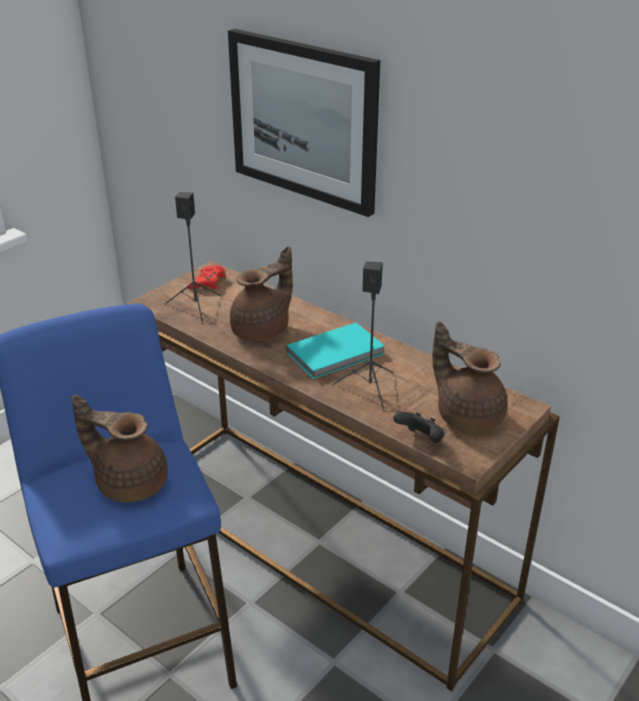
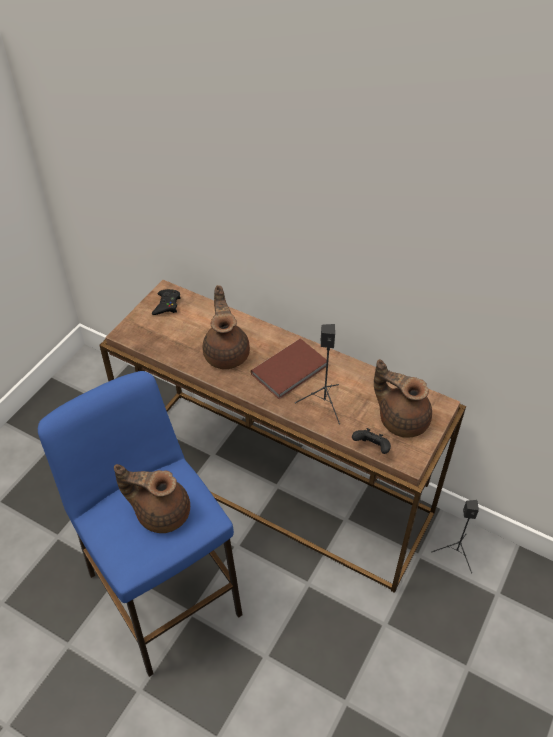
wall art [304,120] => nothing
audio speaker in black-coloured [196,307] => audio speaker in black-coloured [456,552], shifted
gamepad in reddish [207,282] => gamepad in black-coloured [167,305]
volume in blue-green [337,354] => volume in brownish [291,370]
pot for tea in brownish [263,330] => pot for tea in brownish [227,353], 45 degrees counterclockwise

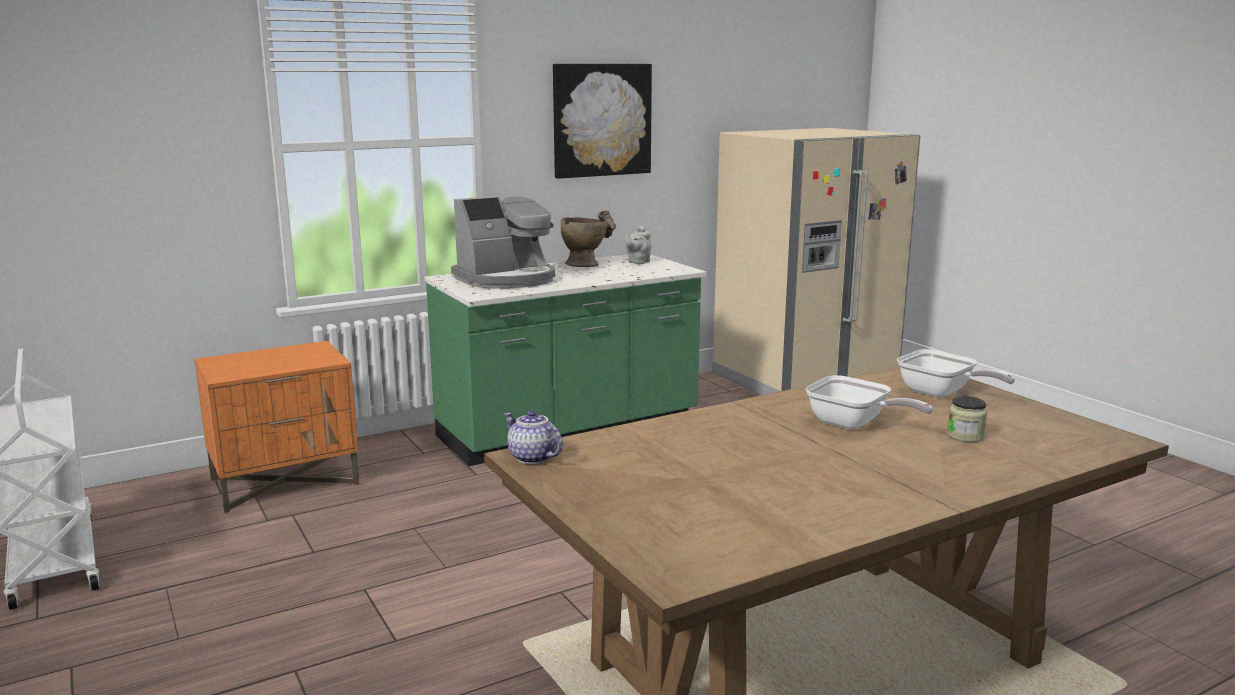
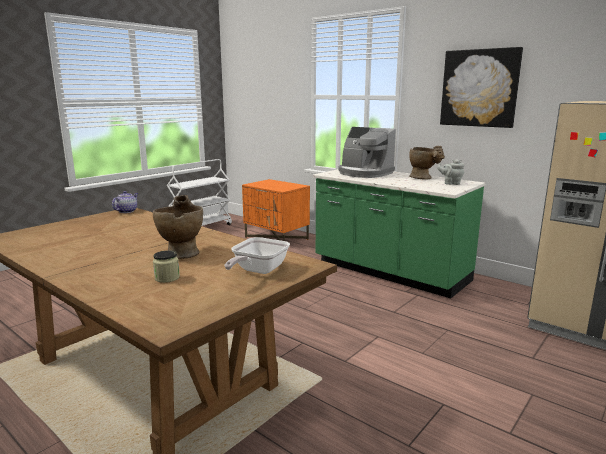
pan [854,424] => decorative vase in beige [182,253]

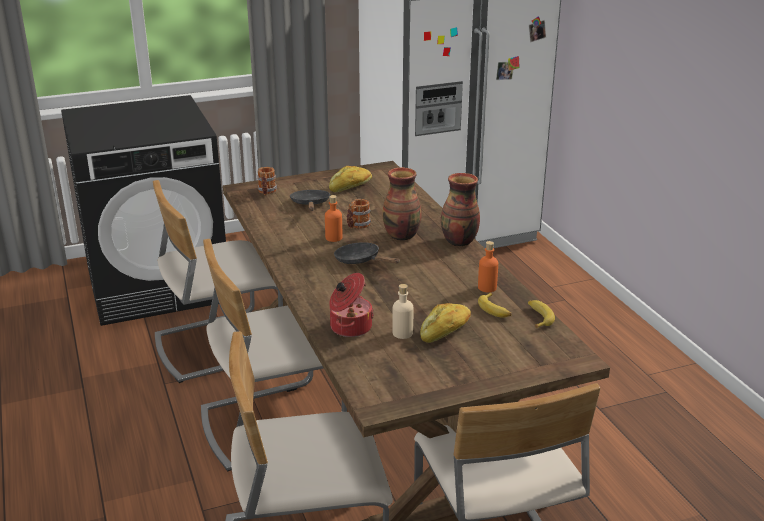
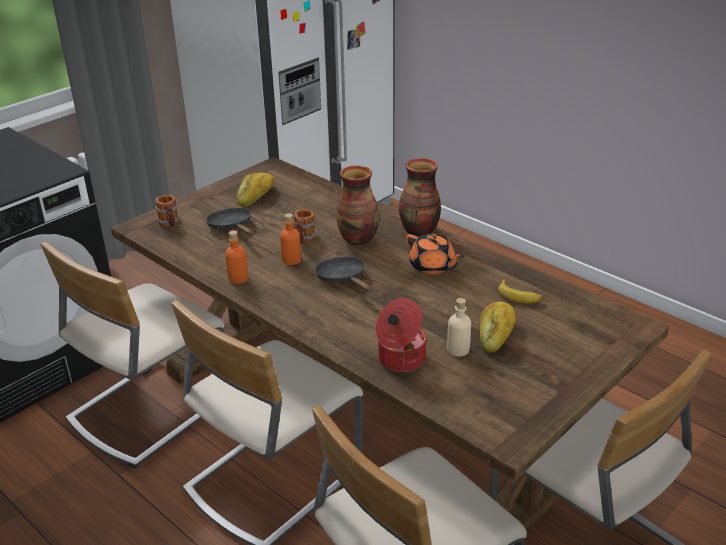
whole banana [538,317] => nothing
nothing => pot for tea in orange-coloured [432,267]
beverage bottle in orange-coloured [487,287] => beverage bottle in orange-coloured [238,278], shifted
pan in black-coloured [361,261] => pan in black-coloured [343,279], 45 degrees clockwise

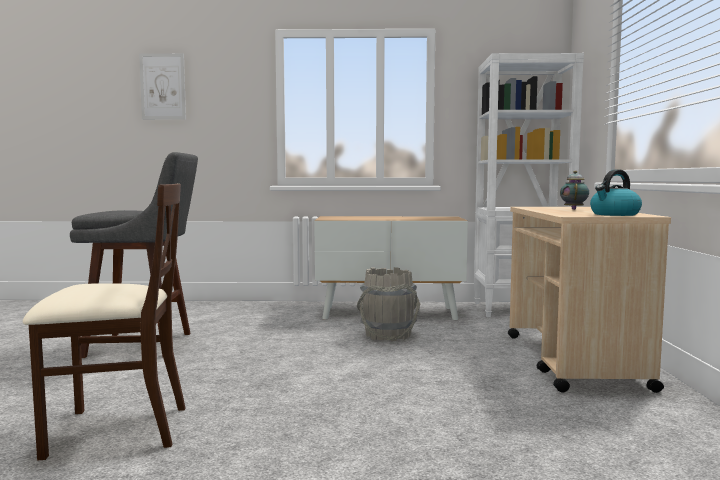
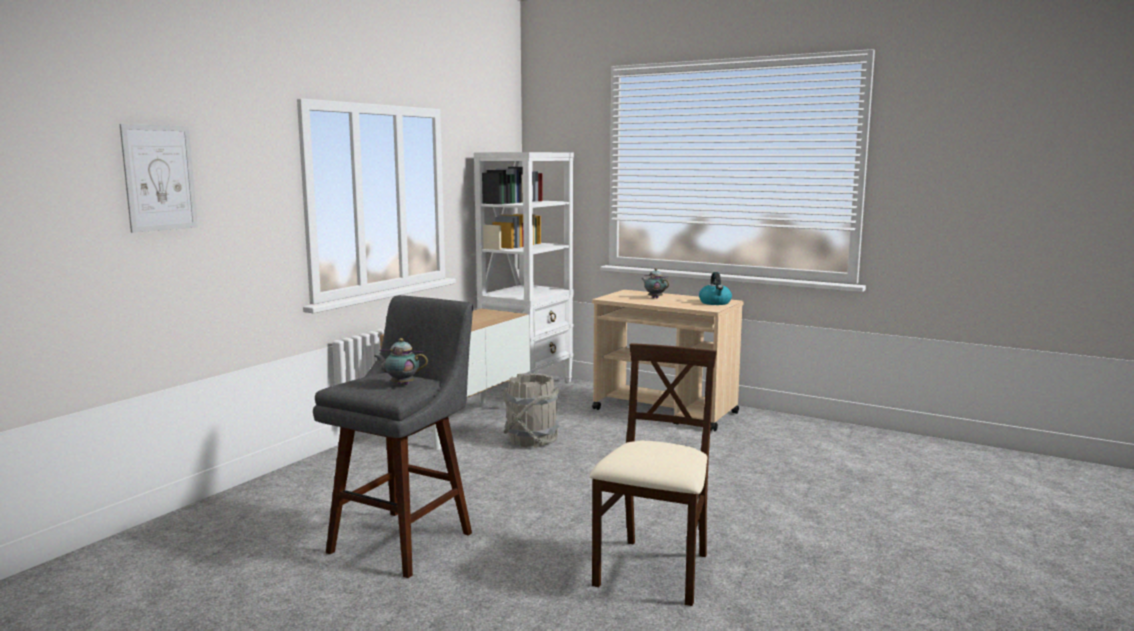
nothing => pot for tea [401,384]

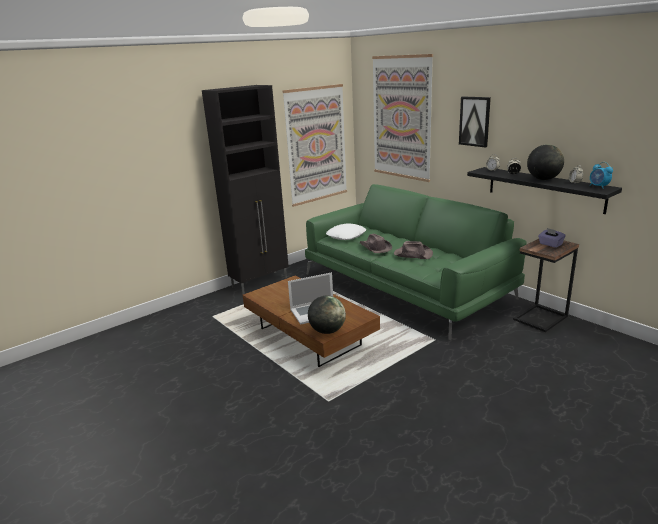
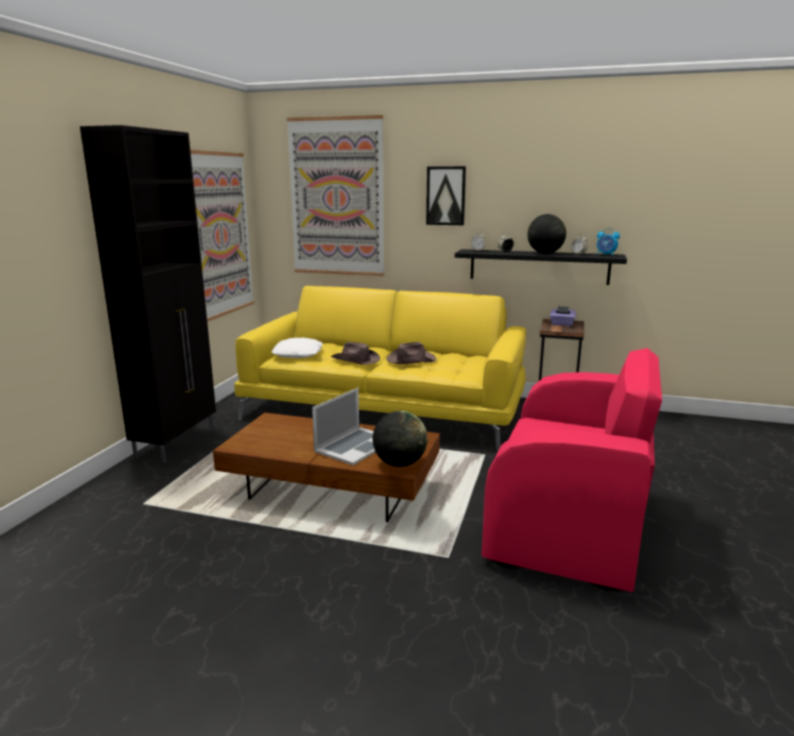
nothing => armchair in pinkish [569,525]
settee in green [406,286] => settee in yellow-coloured [386,409]

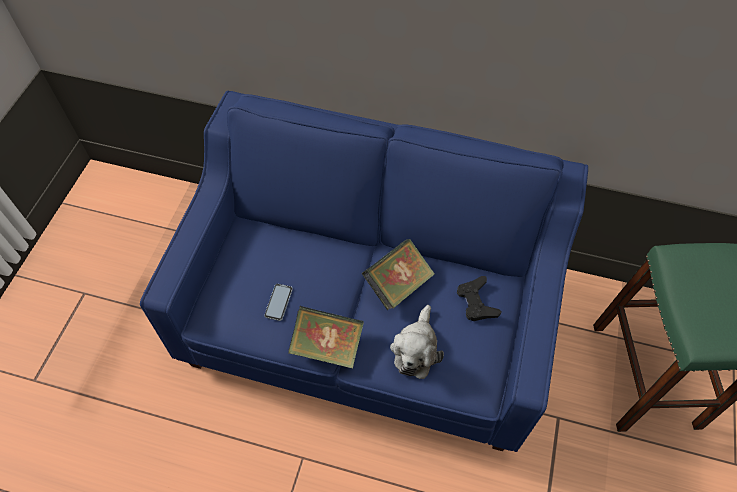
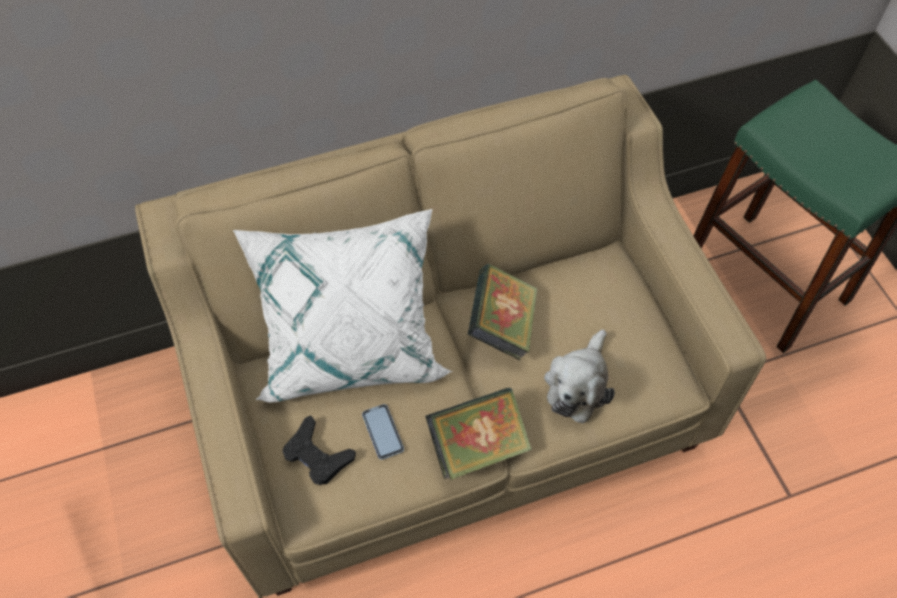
nothing => cushion in white-coloured [352,348]
gamepad in black-coloured [476,302] => gamepad in black-coloured [317,455], shifted
settee in bluish [368,318] => settee in beige [448,399]
plush toy [416,349] => plush toy [578,384], 45 degrees clockwise

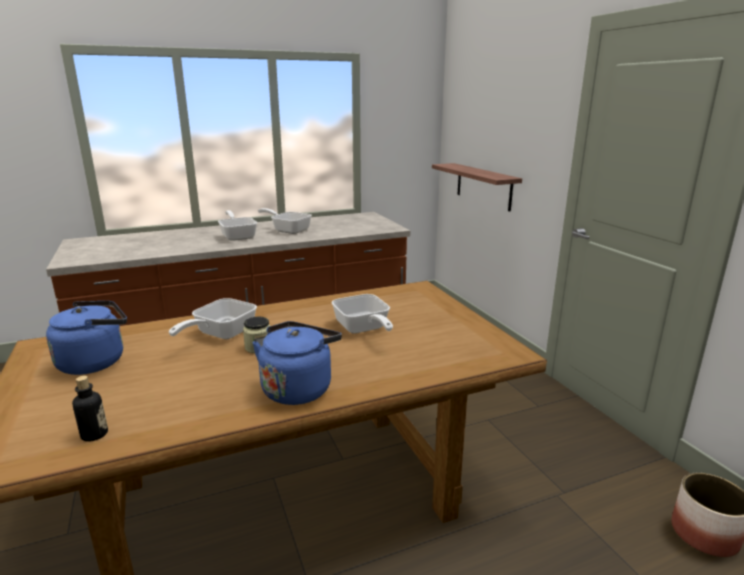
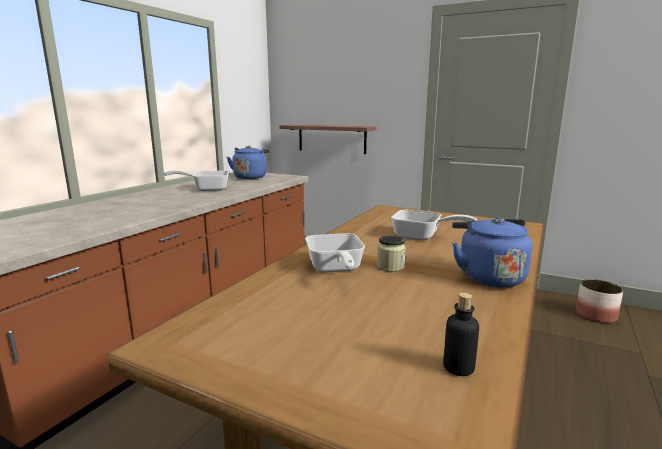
pan [238,236] => nothing
water kettle in bluish [96,361] => water kettle in bluish [250,177], shifted

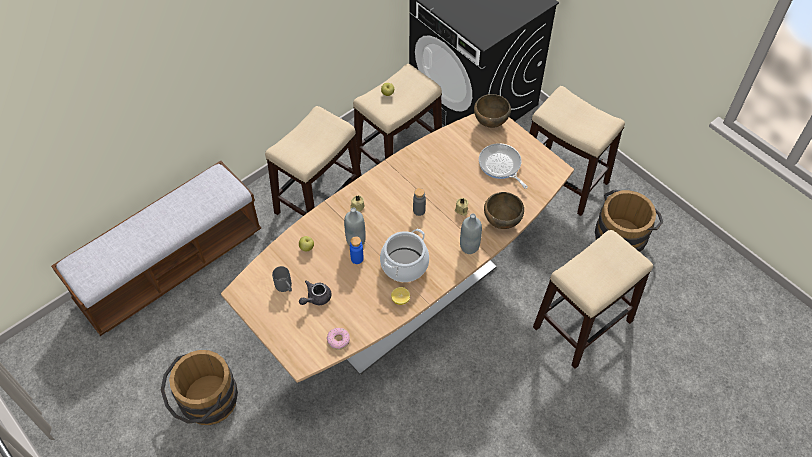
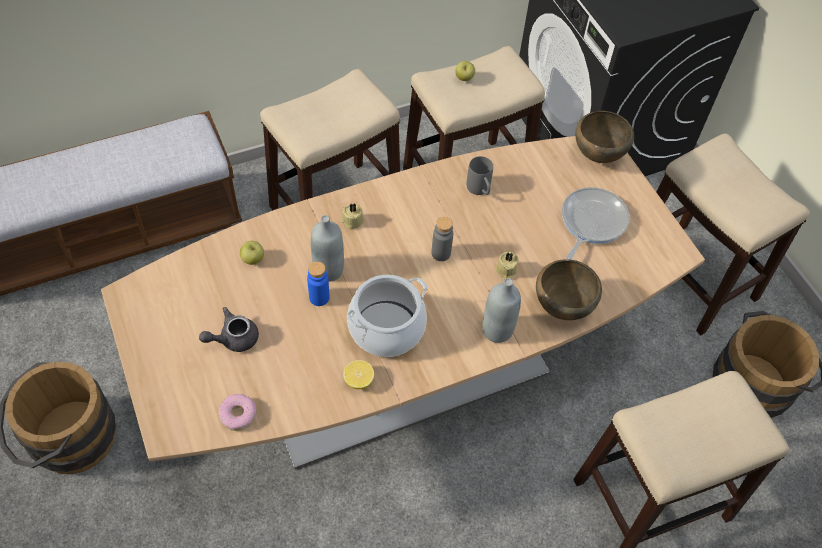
coffee mug in gray [285,287] => coffee mug in gray [480,190], shifted
pan [501,166] => pan [591,222], 45 degrees clockwise

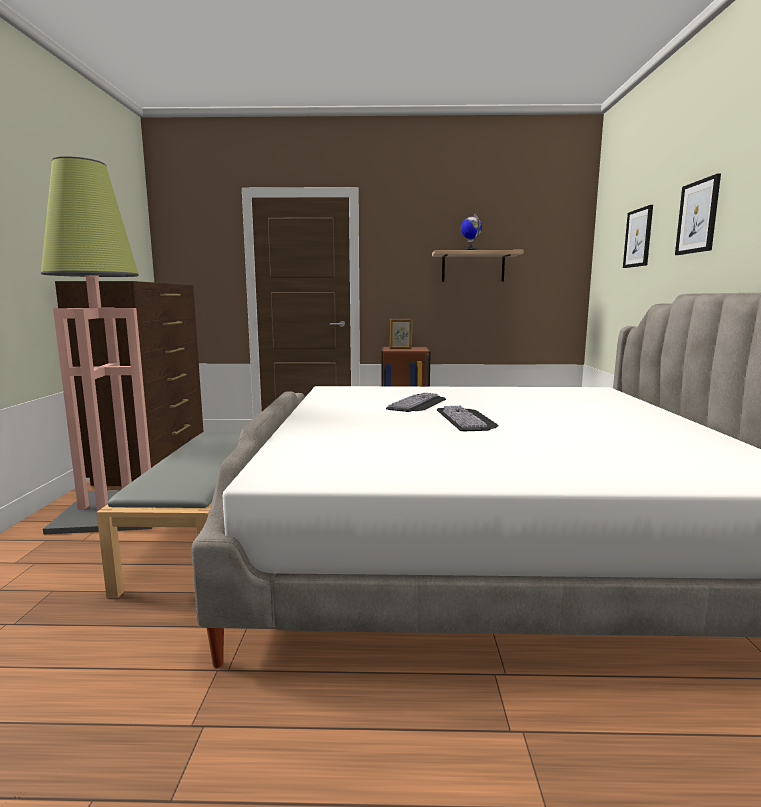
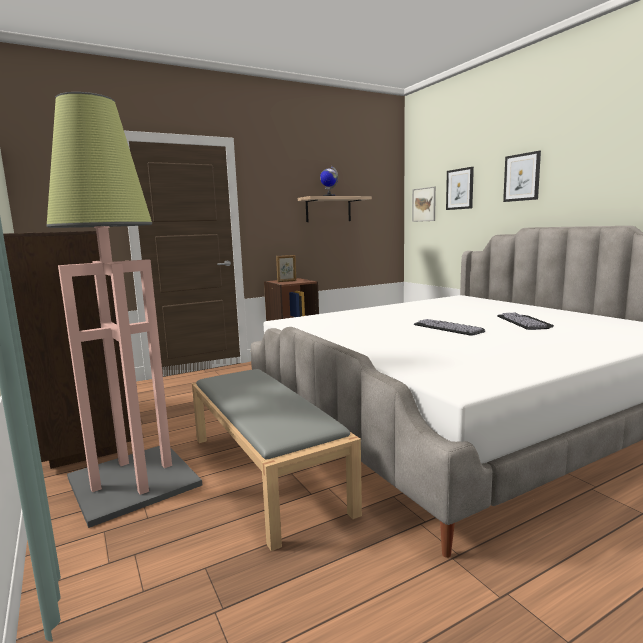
nothing => wall art [424,204]
PC keyboard [419,404] => PC keyboard [526,322], shifted

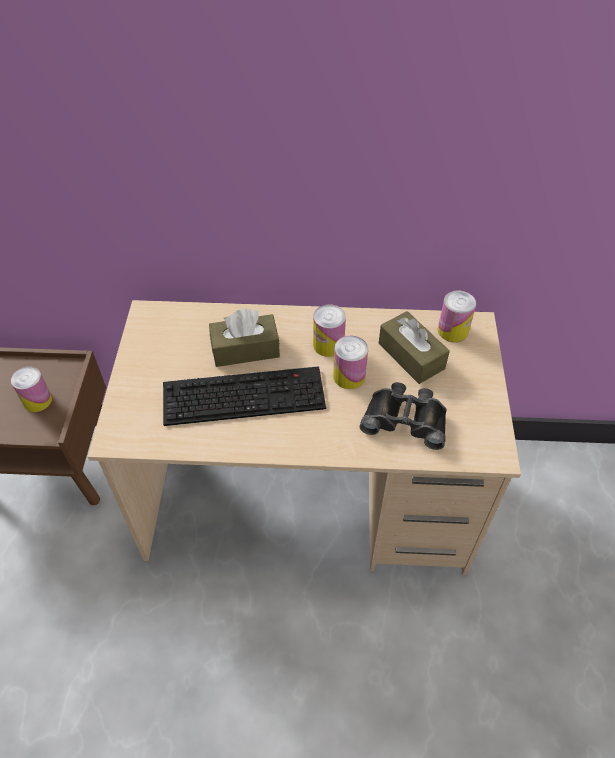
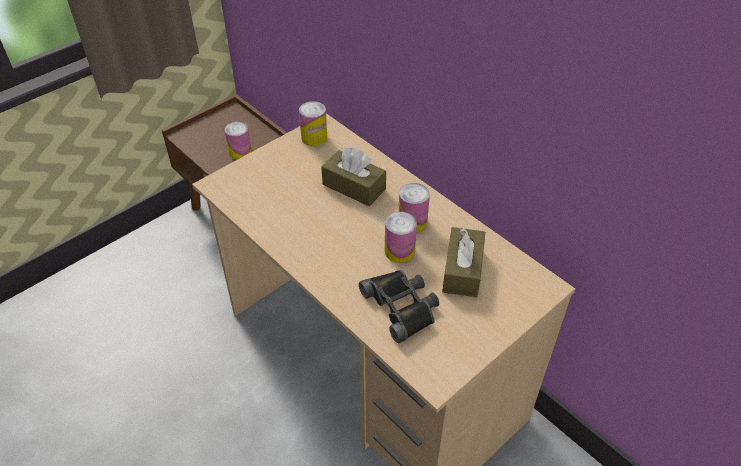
PC keyboard [245,394] => nothing
sealed can [452,330] => sealed can [314,137], shifted

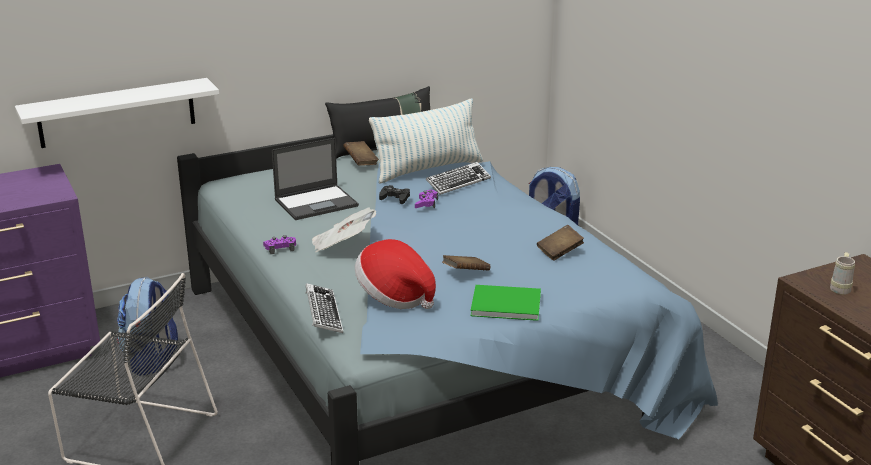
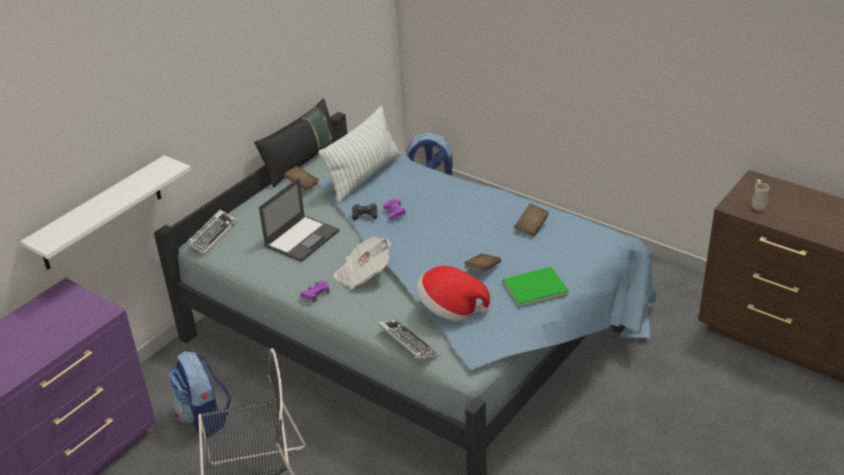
PC keyboard [458,182] => PC keyboard [212,235], shifted

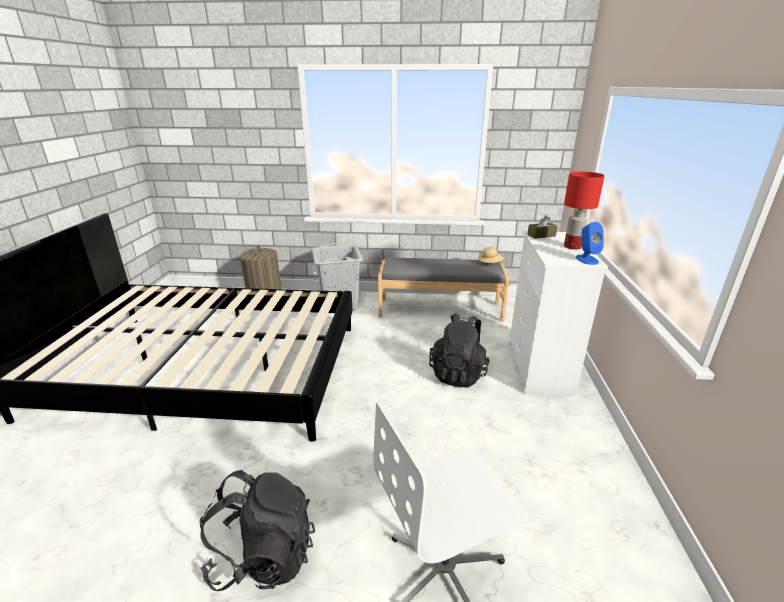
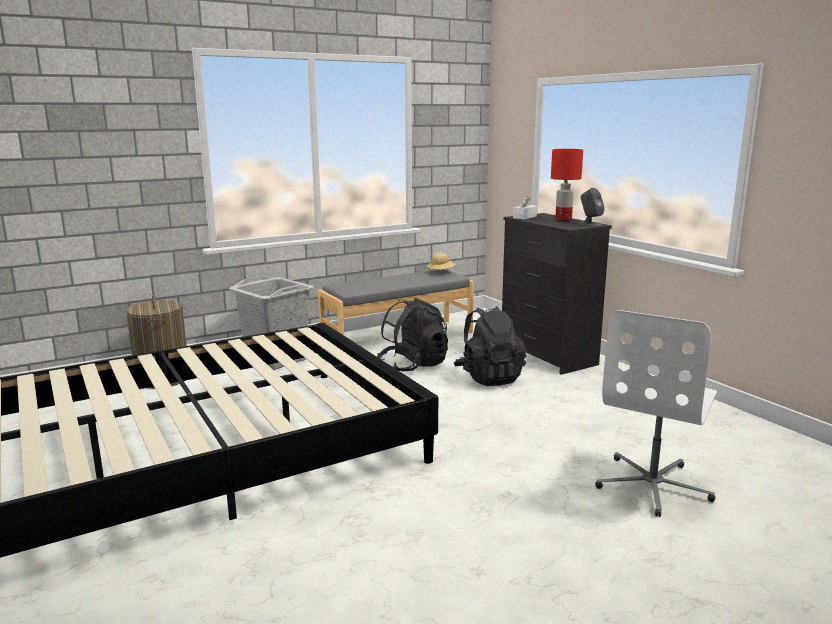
backpack in black-coloured [264,556] => backpack in black-coloured [413,365], shifted
drawer chest in white-coloured [538,368] => drawer chest in black-coloured [548,356]
tissue box in brownish [541,235] => tissue box in white-coloured [524,217]
audio speaker in bluish [586,259] => audio speaker in gray [590,224]

